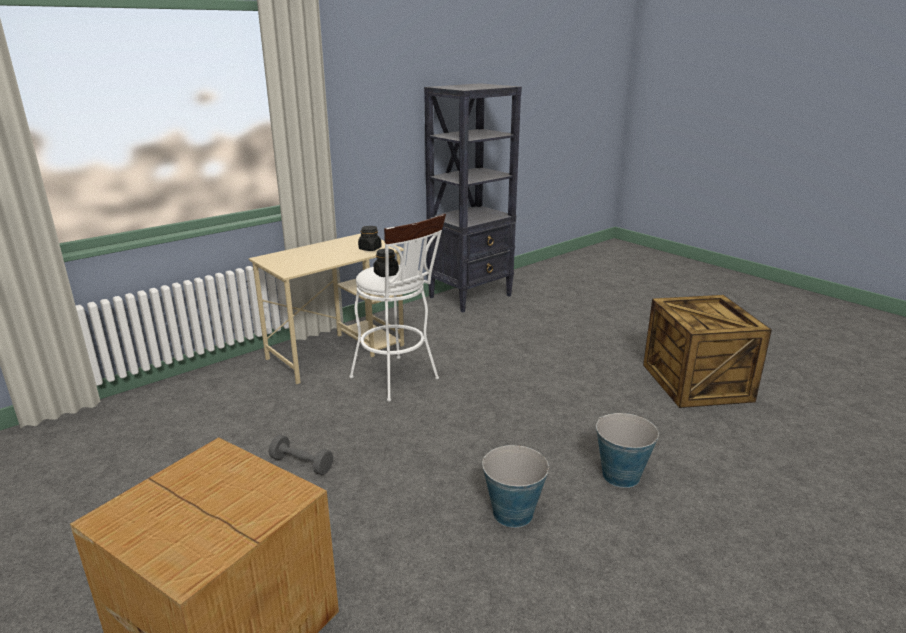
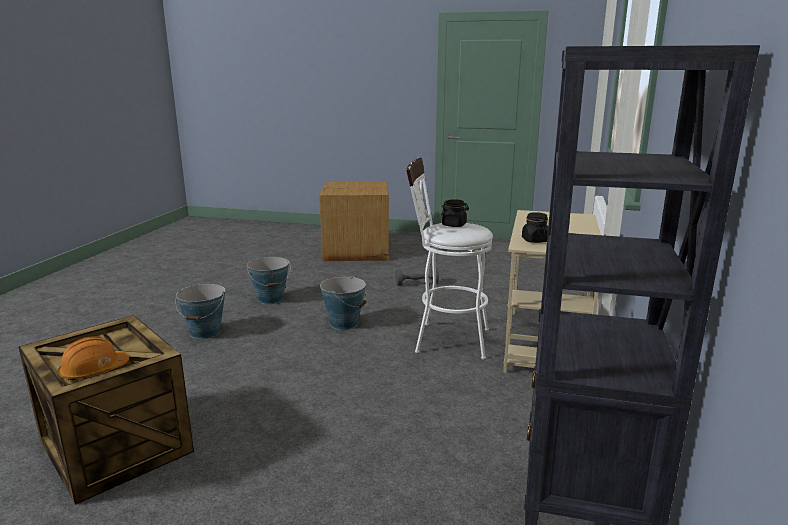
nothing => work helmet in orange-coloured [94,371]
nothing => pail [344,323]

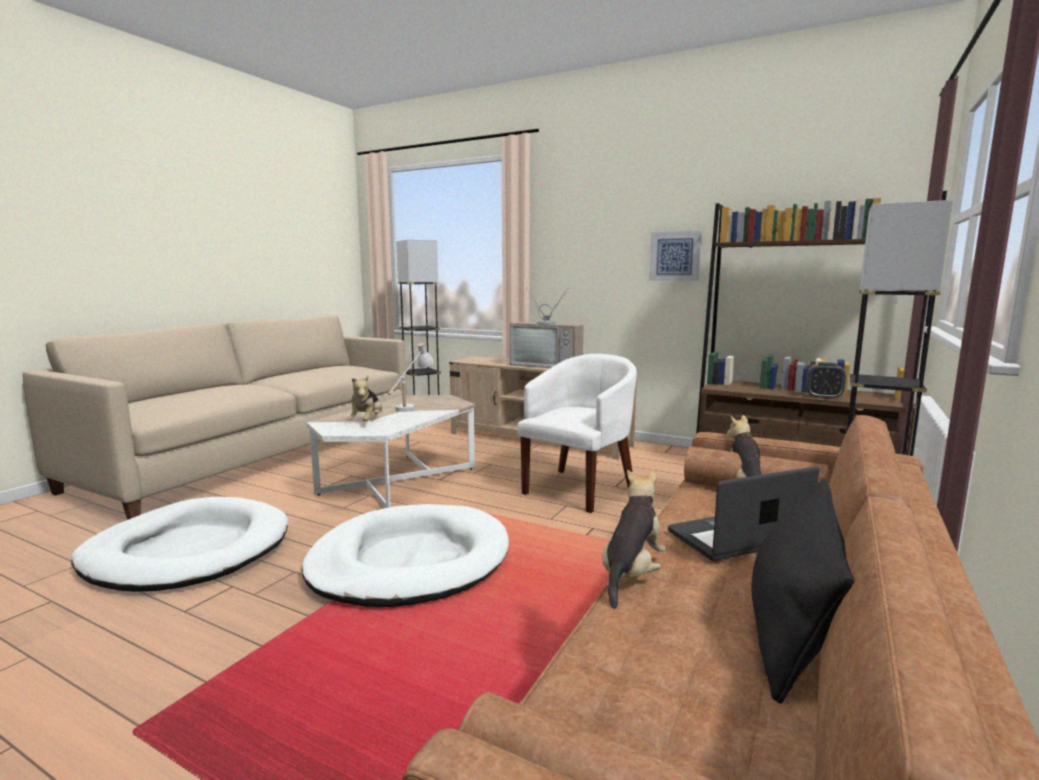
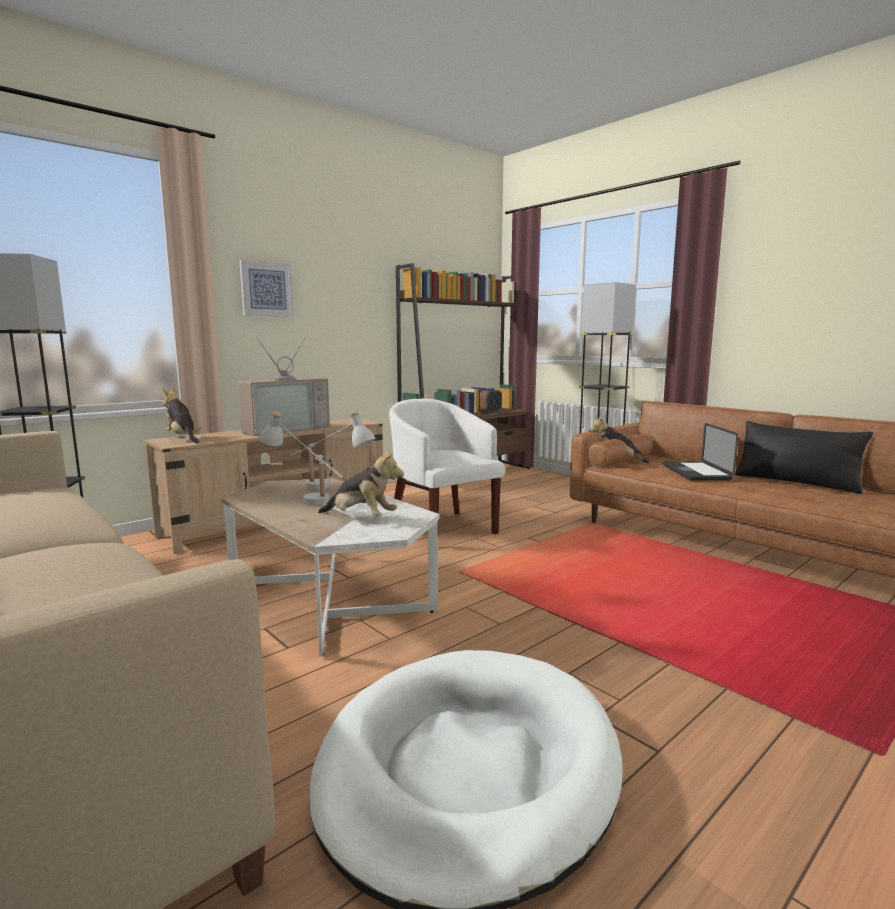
dog bed in white-coloured [409,561] => nothing
nothing => tabletop lamp in white-coloured [331,488]
plush toy [631,574] => plush toy [183,439], shifted
wall art [675,256] => wall art [266,289], shifted

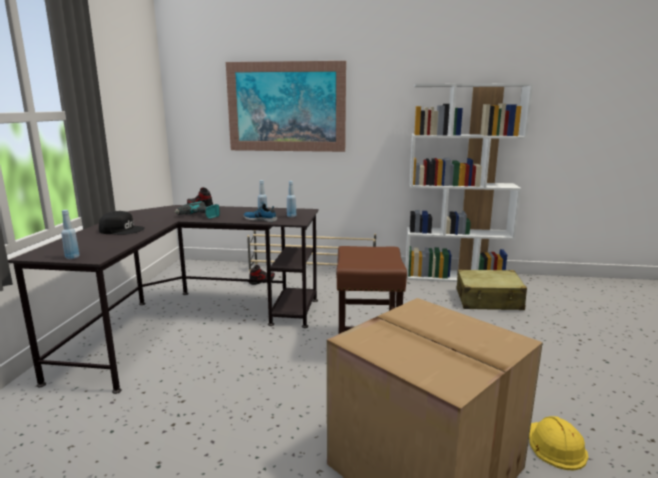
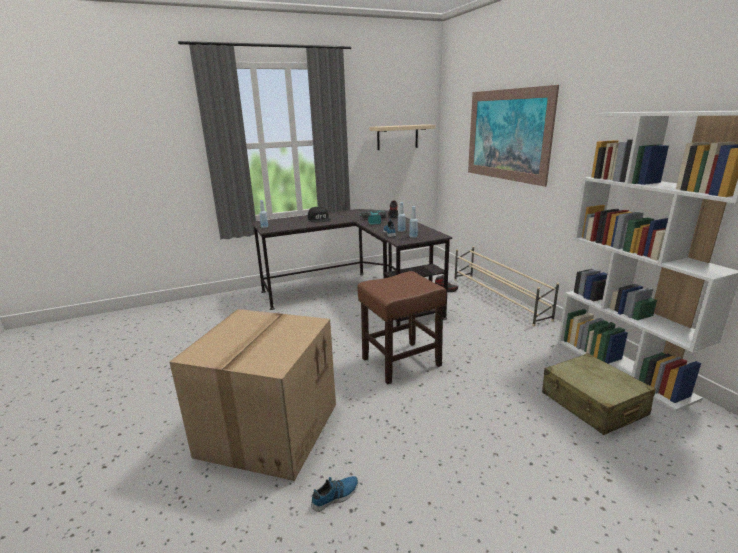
nothing => bracket shelf in beige [397,137]
work helmet in yellow-coloured [554,445] => item of footwear [336,496]

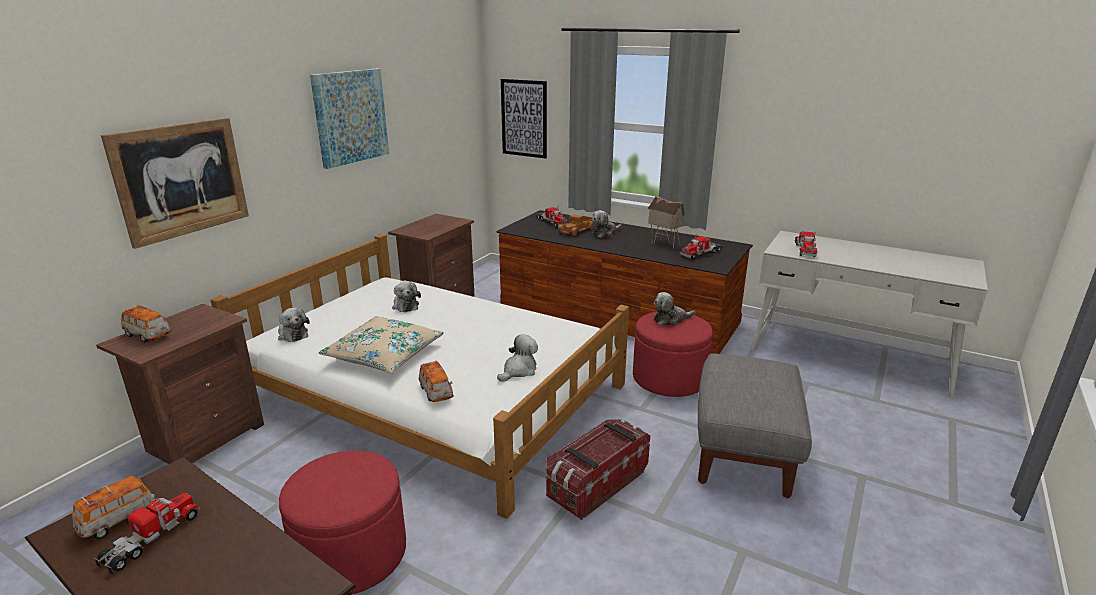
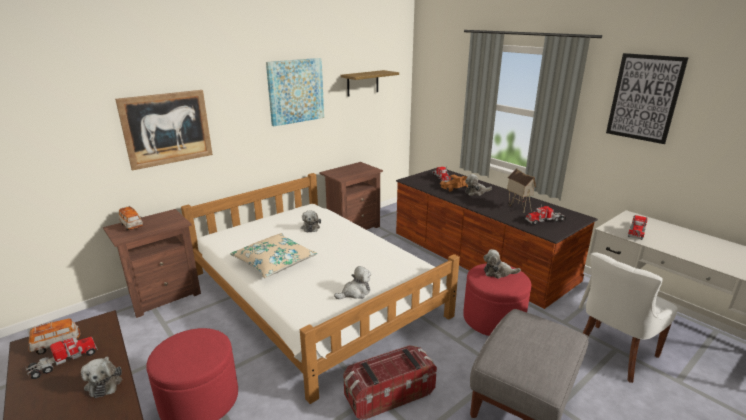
miniature car [436,392] => nothing
nothing => bracket shelf [362,83]
nothing => upright chair in white-coloured [613,353]
plush toy [292,334] => plush toy [104,382], shifted
wall art [524,118] => wall art [644,98], shifted

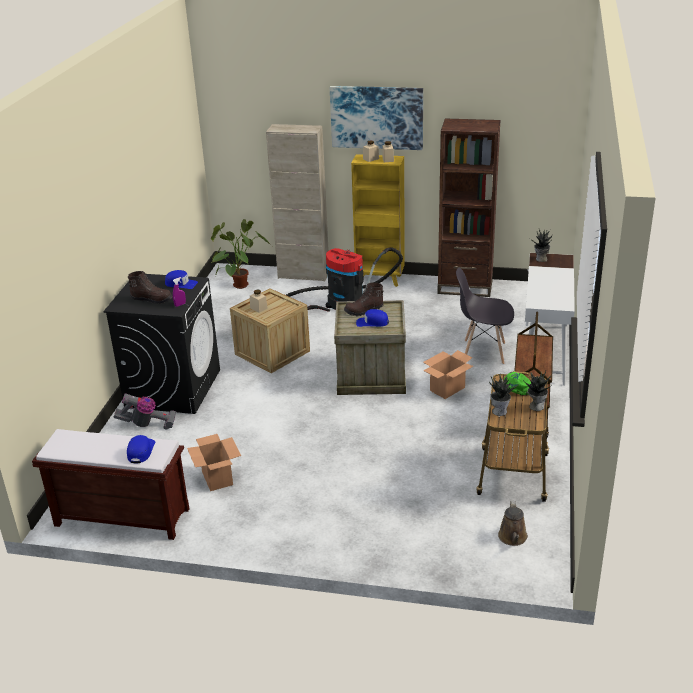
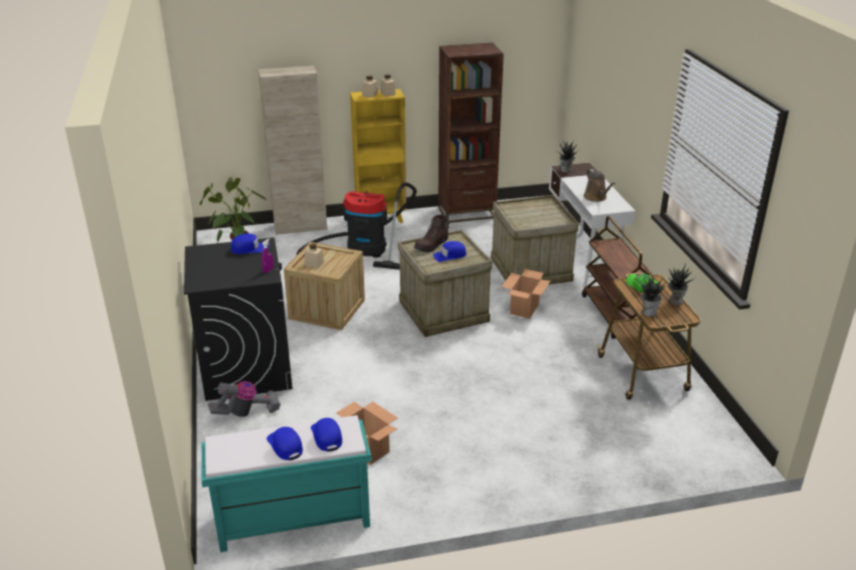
boot in brownish [152,299] => nothing
wall art [377,117] => nothing
nothing => peaked cap in bluish [285,445]
watering can in brownish [513,538] => watering can in brownish [596,197], shifted
upright chair in gray [483,352] => shipping crate [529,269]
bench in brownish [120,517] => bench in blue-green [292,520]

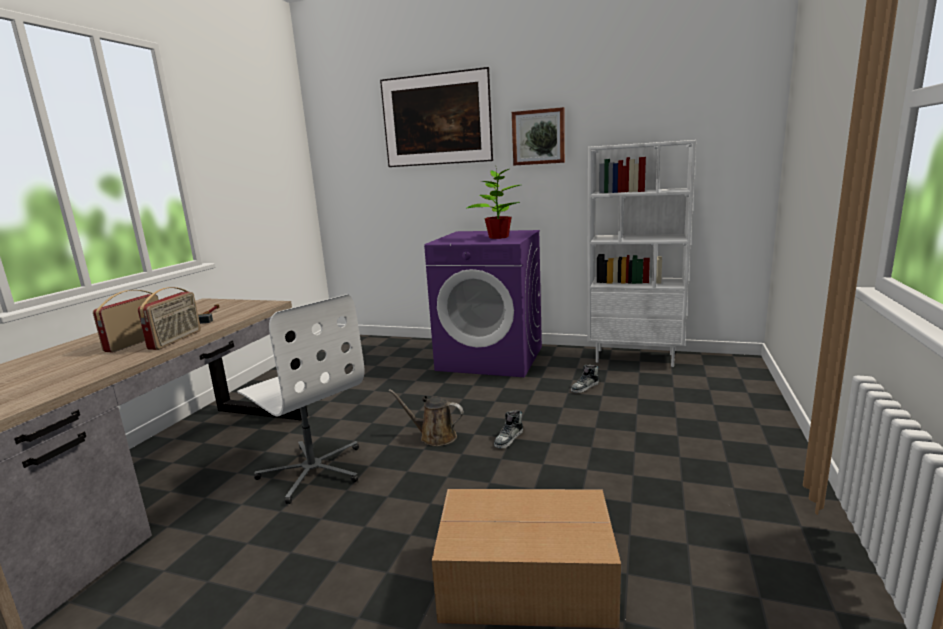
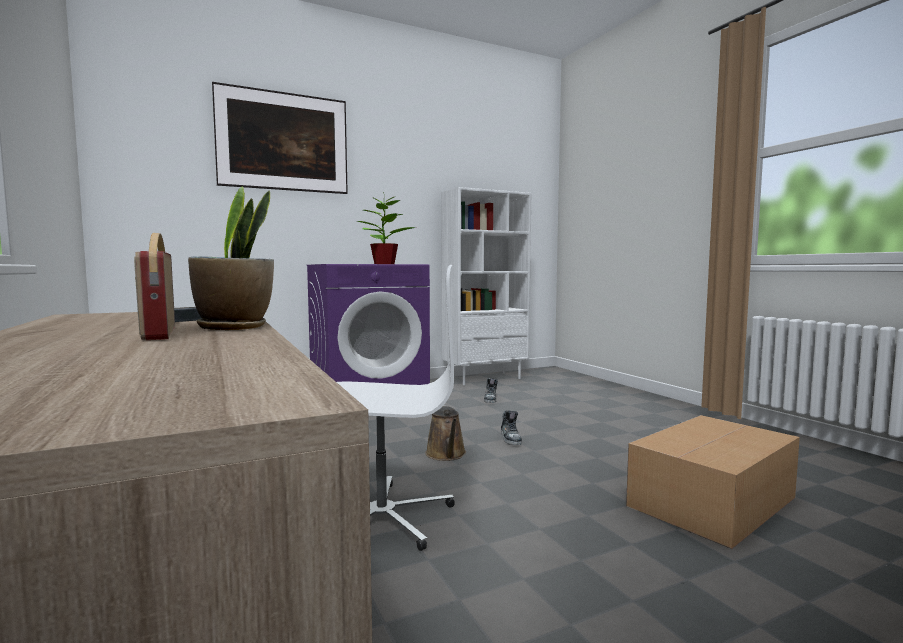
wall art [538,137] => nothing
radio receiver [176,340] => potted plant [235,327]
watering can in brownish [434,436] => watering can in brownish [446,455], 75 degrees counterclockwise

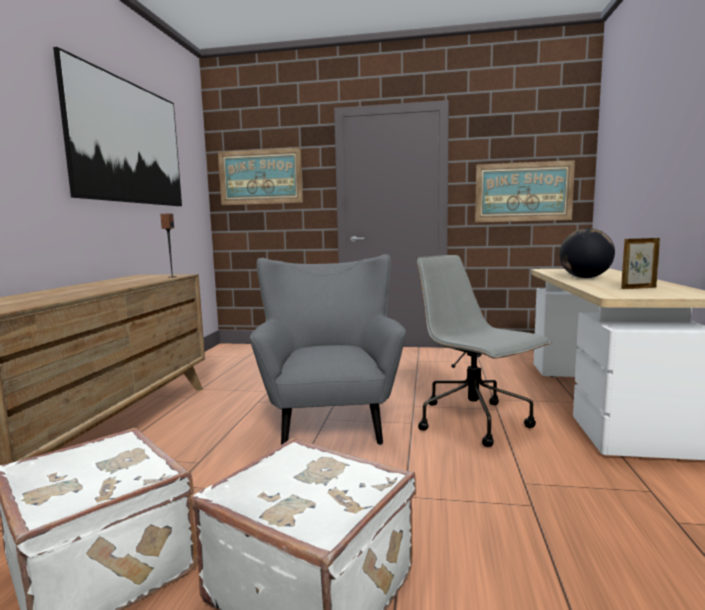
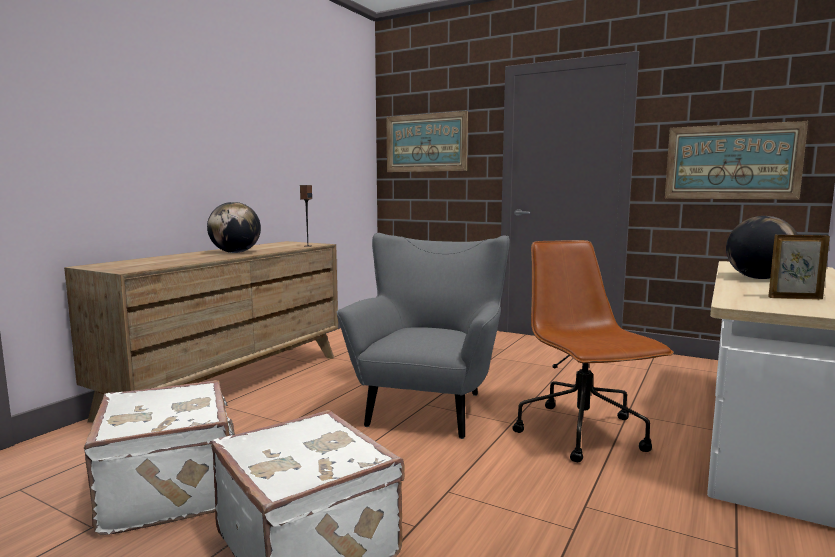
wall art [128,142] => nothing
nothing => world globe [235,252]
office chair in gray [474,421] => office chair in brownish [583,433]

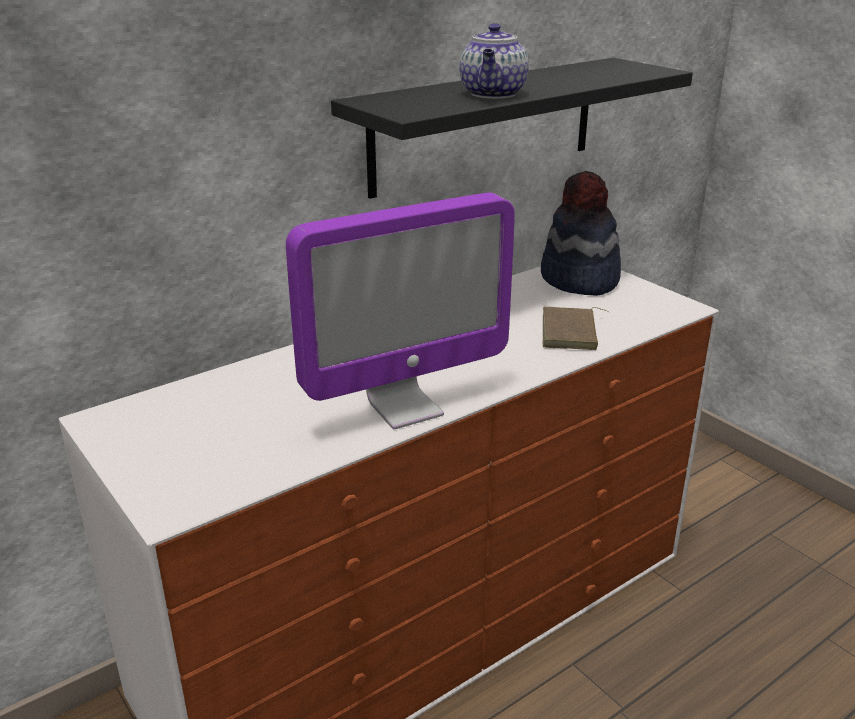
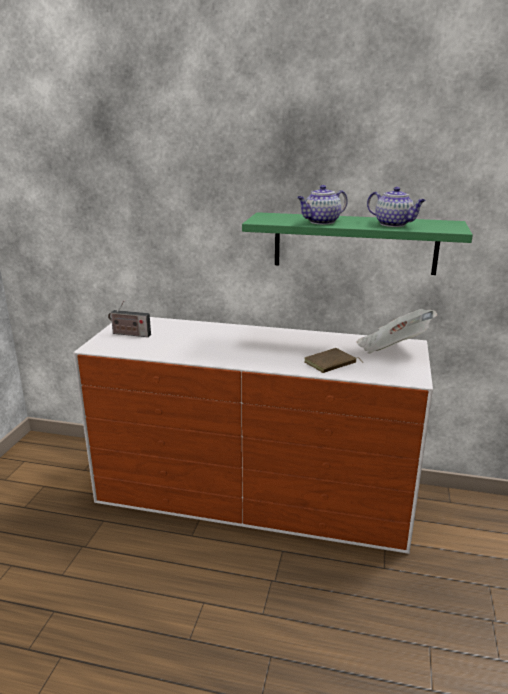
computer display [404,408] => nothing
nothing => radio receiver [129,334]
nothing => pot for tea [394,224]
hat [579,280] => daily paper [392,348]
bracket shelf in black-coloured [485,125] => bracket shelf in green [354,243]

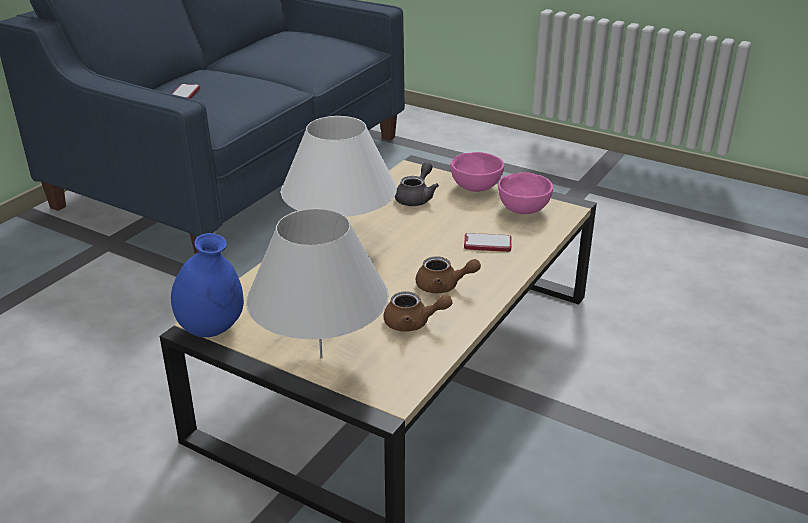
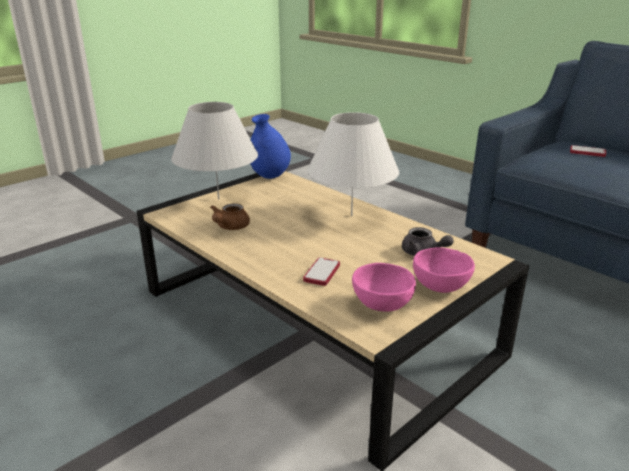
pot for tea in brownish [443,286] => nothing

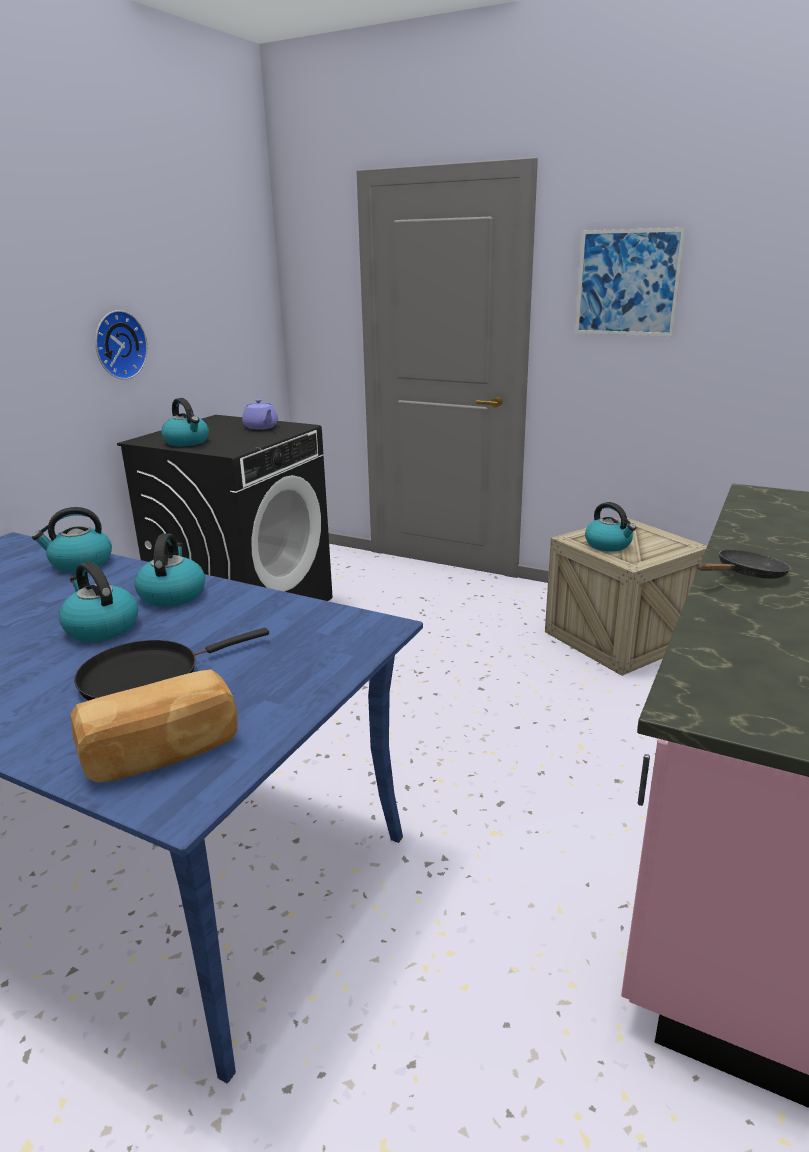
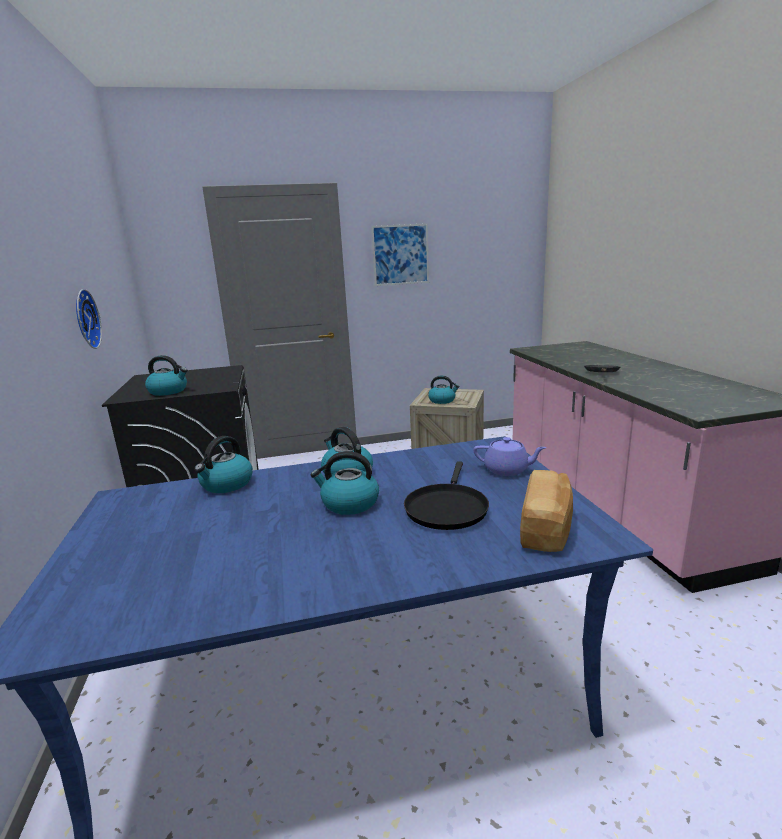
pot for tea in purple-coloured [261,427] => pot for tea in purple-coloured [507,470], shifted

